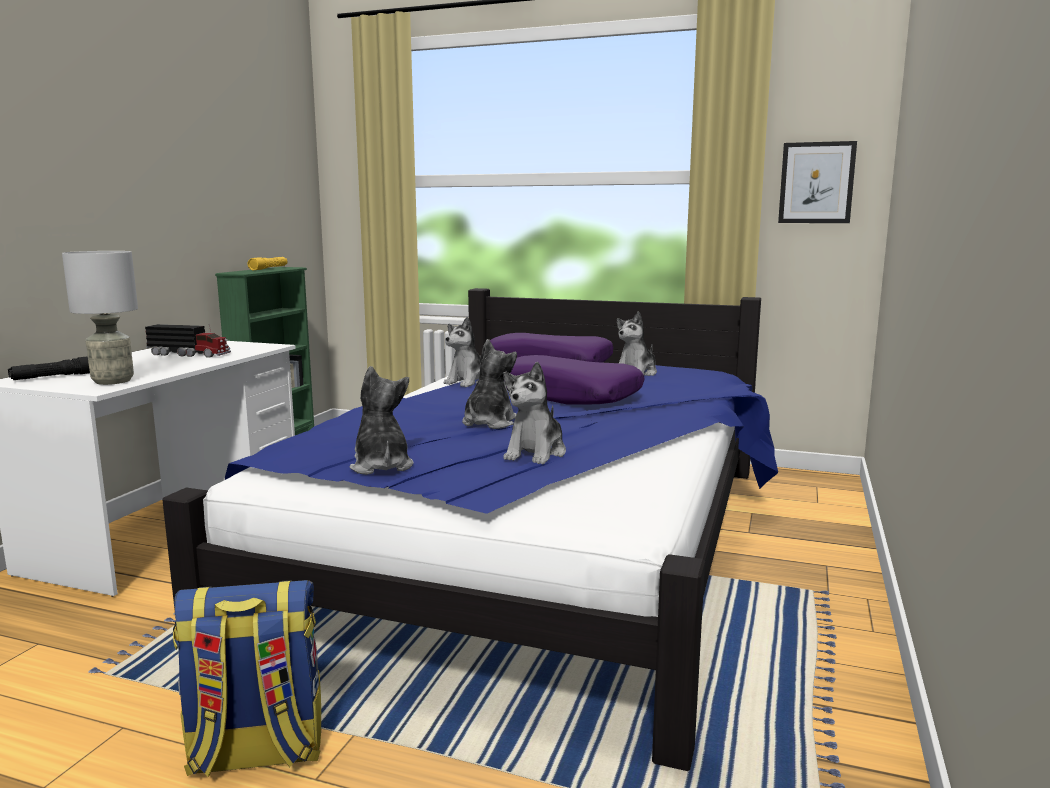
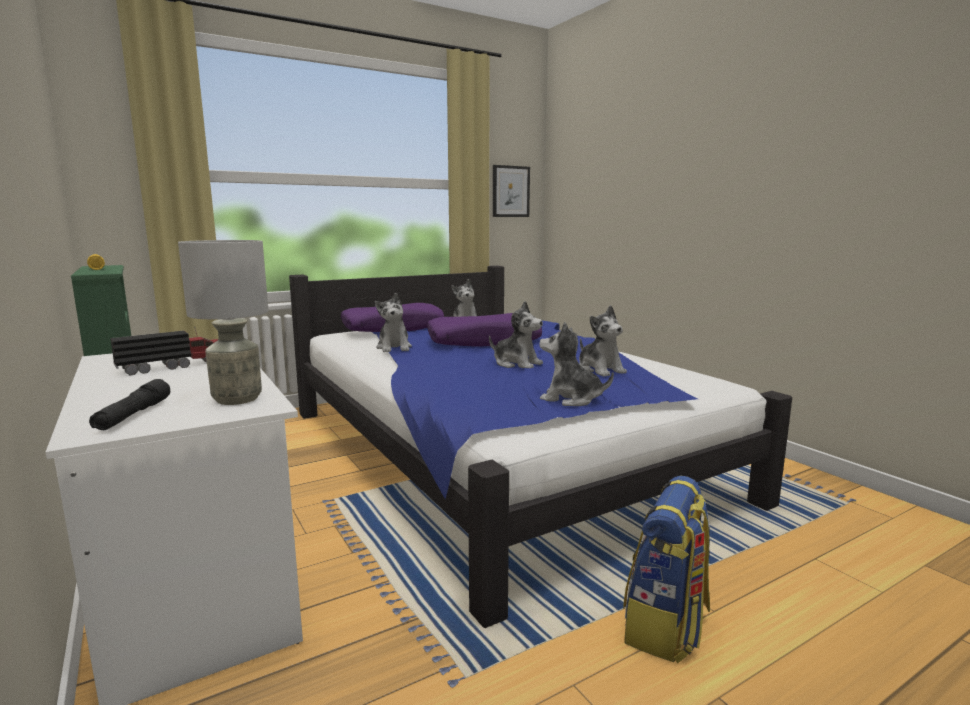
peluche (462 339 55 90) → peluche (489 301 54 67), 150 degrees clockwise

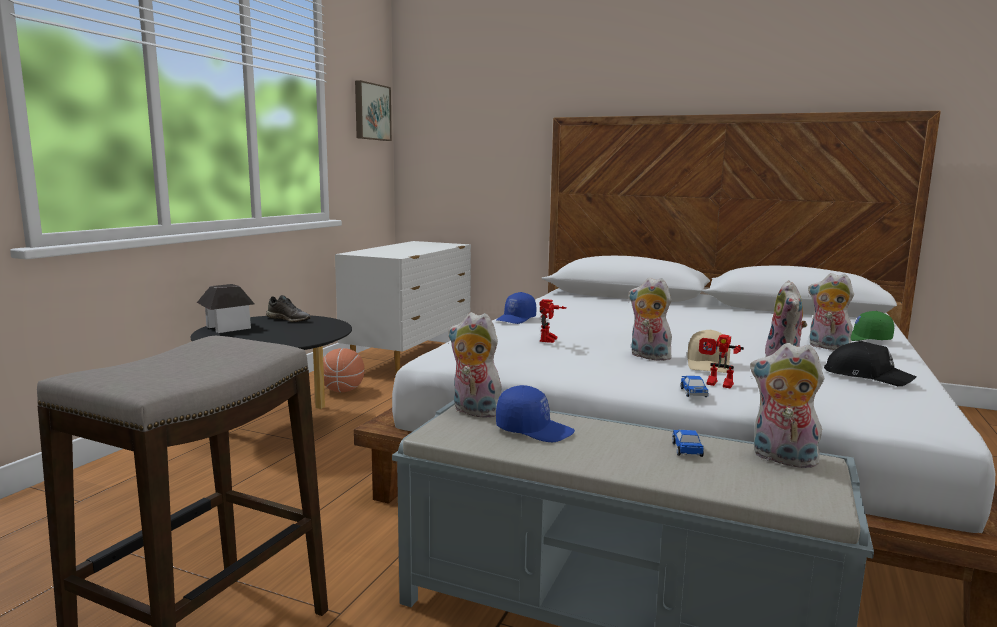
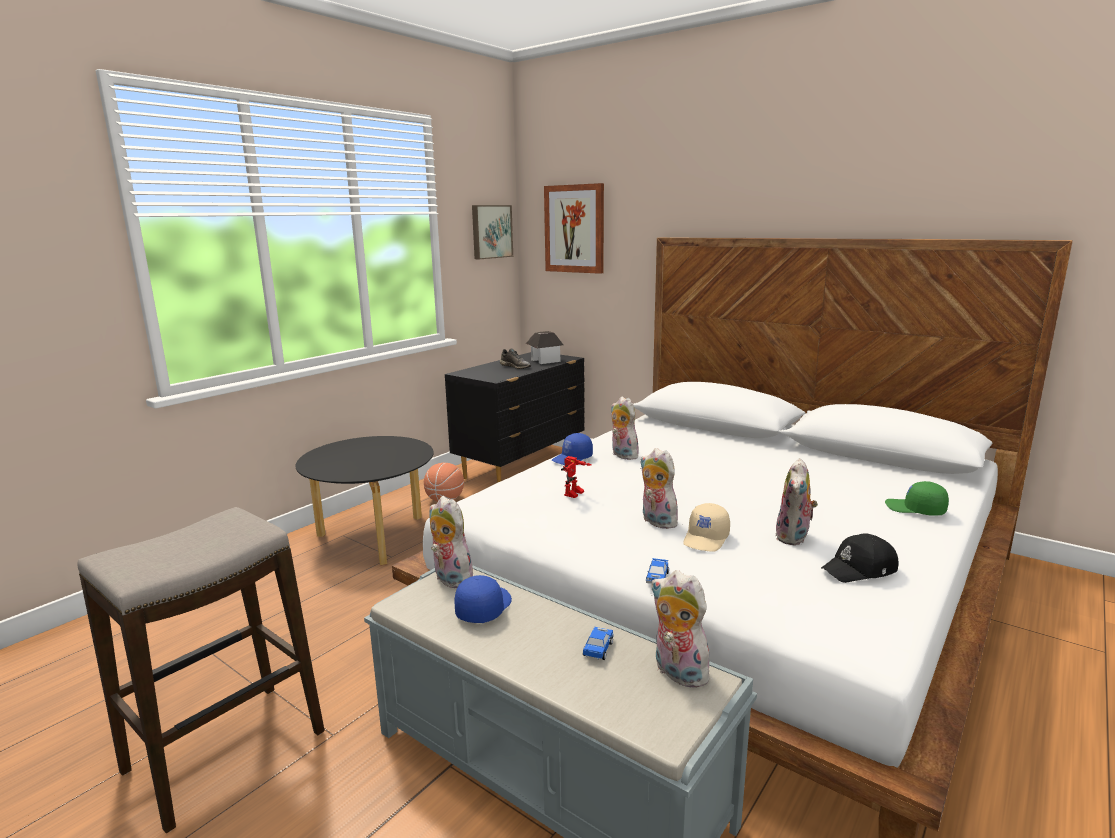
maison miniature (197 284 58 49) → maison miniature (526 331 37 33), moved
chaussure/gris (266 295 45 27) → chaussure/gris (500 349 31 20), moved
commode/blanc (335 241 136 132) → commode/noir (445 352 140 131)
casquette/bleu (496 385 79 57) → casquette/bleu (454 575 58 48), 105 degrees counterclockwise
robot jouet (699 334 45 54) → -
peluche (808 273 46 77) → peluche (611 396 28 64), moved
casquette/noir (824 341 92 45) → casquette/noir (821 533 77 50), 105 degrees clockwise
- → tableau (544 183 60 91)

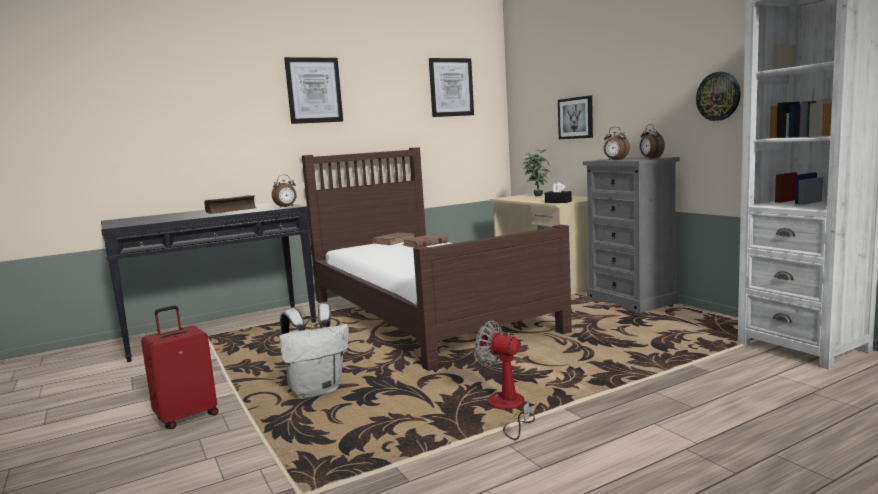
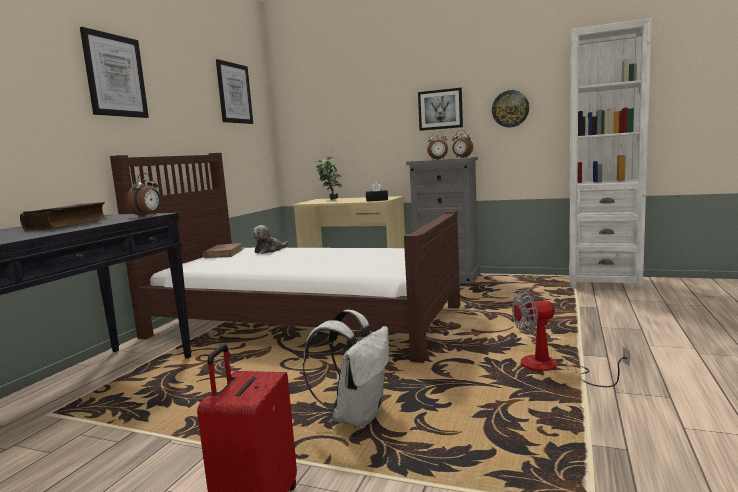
livre/marron (402 234 46 14) → peluche (252 225 37 29)
tableau (558 96 35 43) → tableau (418 88 45 43), moved

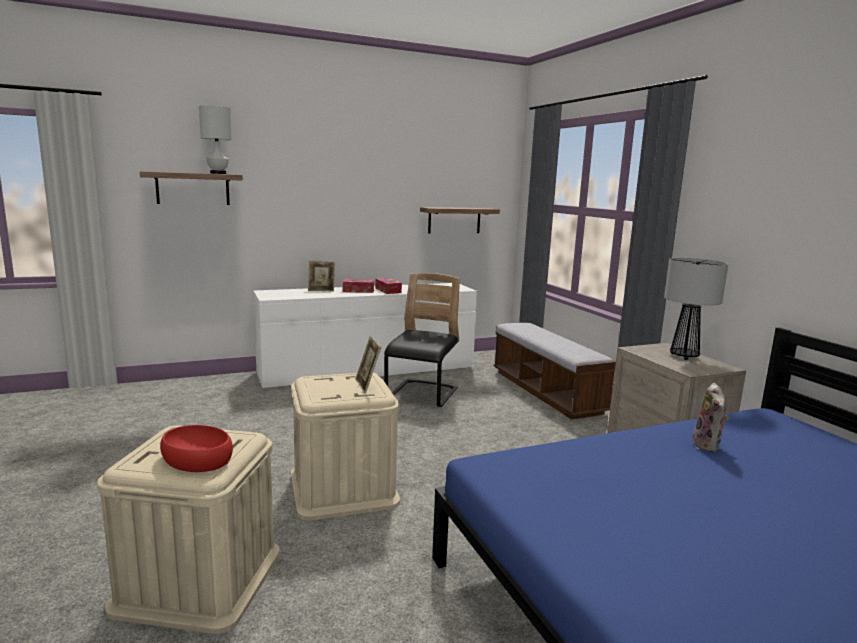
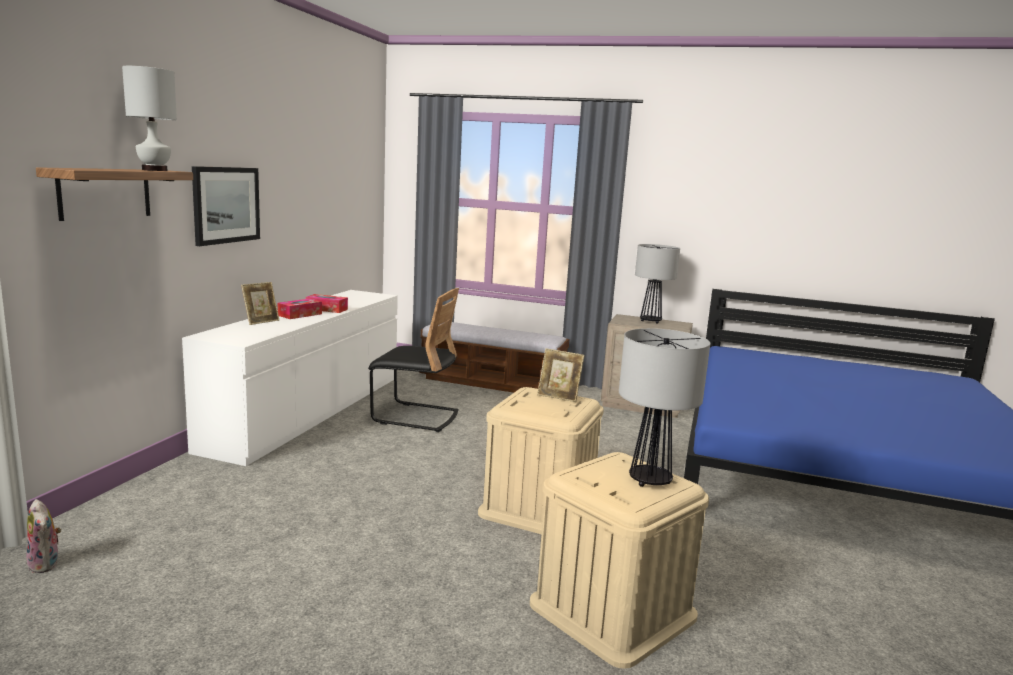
bol/rouge (160 425 73 47) → lampe de table (619 328 92 159)
chaise/noir (384 273 76 134) → chaise/noir (368 288 91 144), 135 degrees clockwise
étagère (420 207 80 26) → -
peluche (692 383 37 69) → peluche (26 499 35 74), moved
- → tableau (192 166 68 80)

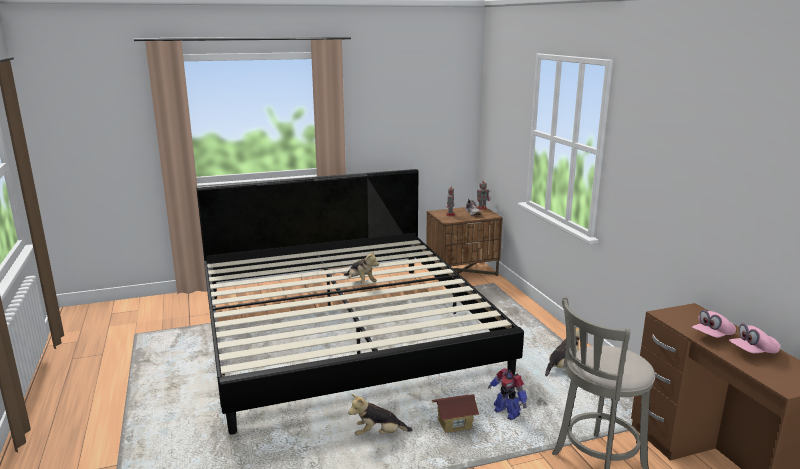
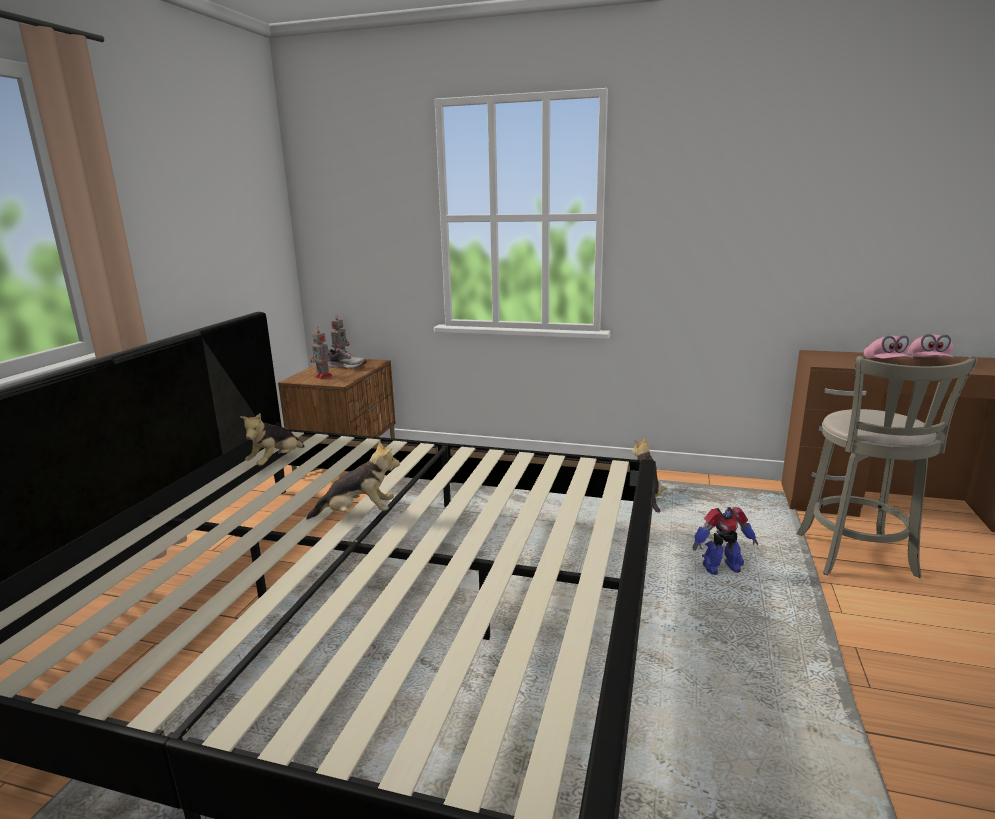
peluche (348 394 64 42) → peluche (240 413 65 53), moved
maison miniature (432 394 47 39) → -

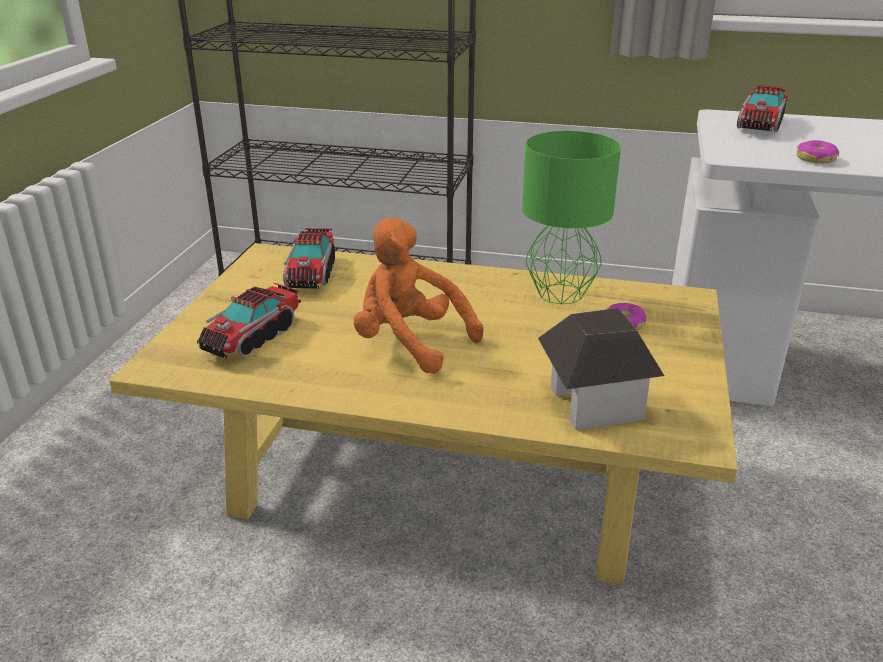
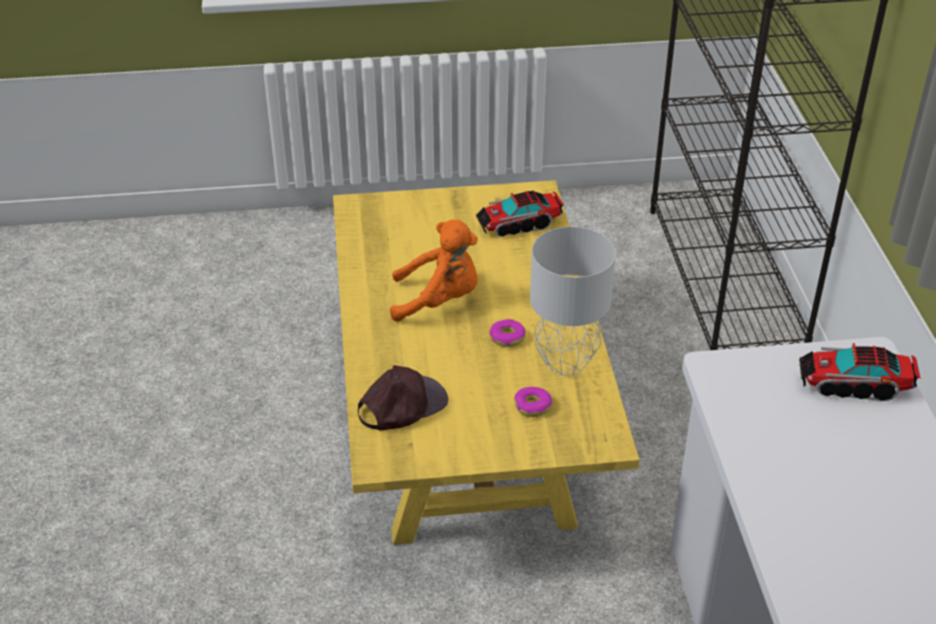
camion jouet (197 283 104 76) → -
peluche/orange (354 218 130 156) → peluche/orange (390 220 88 102), 75 degrees clockwise
lampe de table/vert (522 131 99 173) → lampe de table/gris (530 227 86 148)
maison miniature (538 308 126 122) → casquette/marron (358 365 90 65)
beignet (797 140 42 24) → beignet (489 319 37 28), moved

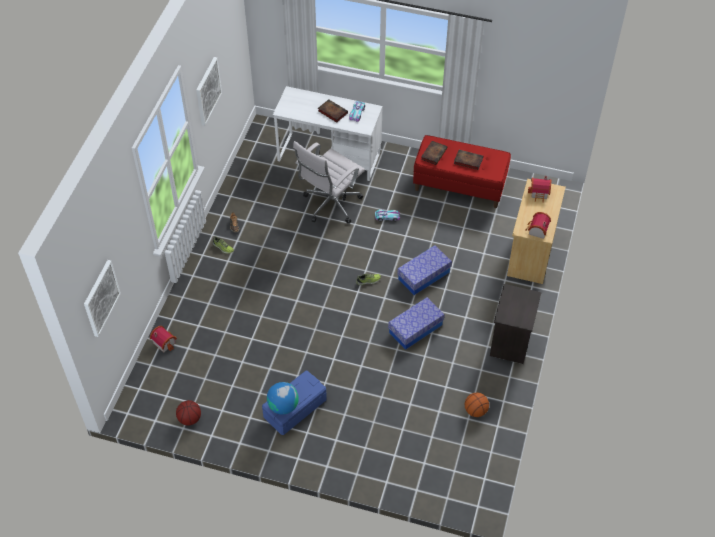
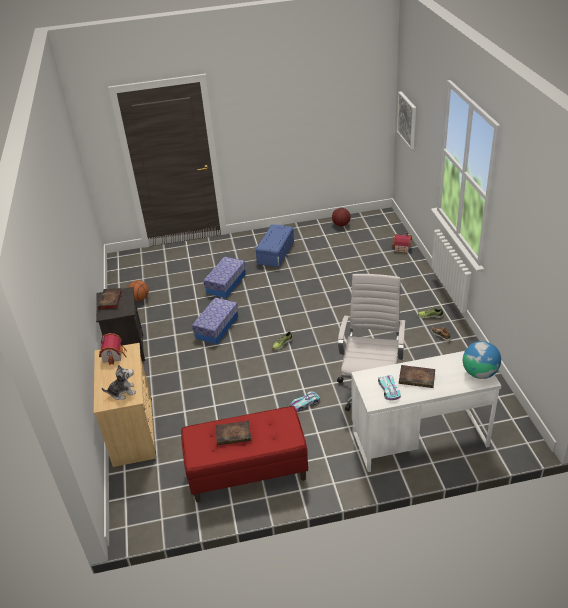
tableau (196 57 26 69) → -
globe (267 382 32 33) → globe (463 341 38 38), moved
boîte de rangement (397 245 55 50) → boîte de rangement (203 256 43 42), moved
livre (421 141 26 24) → livre (98 288 24 22), moved
maison miniature (528 176 23 26) → peluche (102 364 34 36)

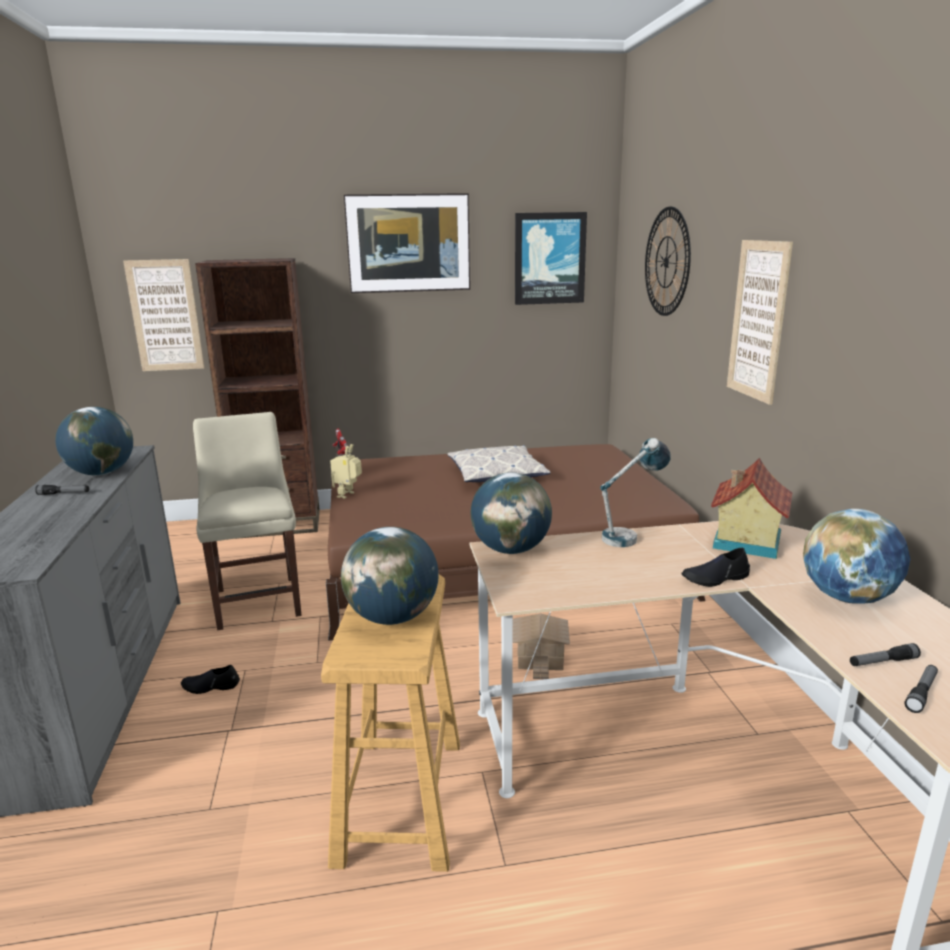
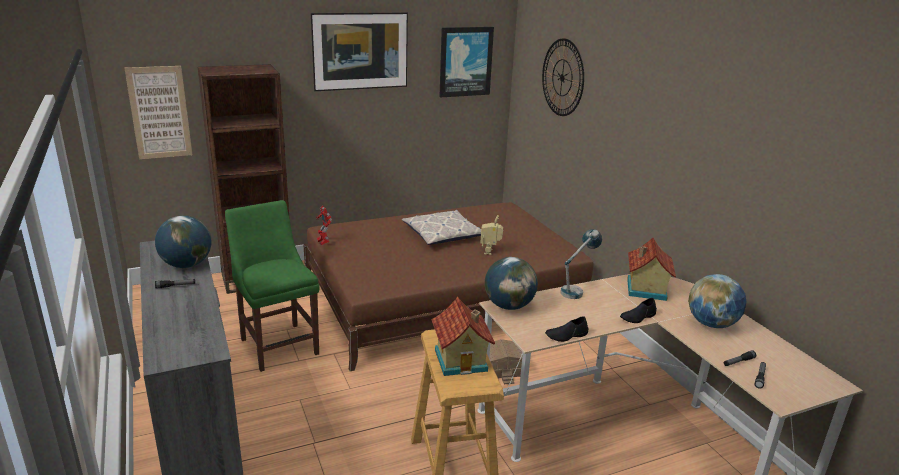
chaussure/noir (181 665 59 29) → chaussure/noir (545 316 43 26), moved
chaise/beige (193 412 109 218) → chaise/vert (225 200 95 172)
robot jouet (330 444 32 55) → robot jouet (480 215 23 40), moved
globe (341 527 97 98) → maison miniature (431 297 64 79)
tableau (727 240 66 165) → -

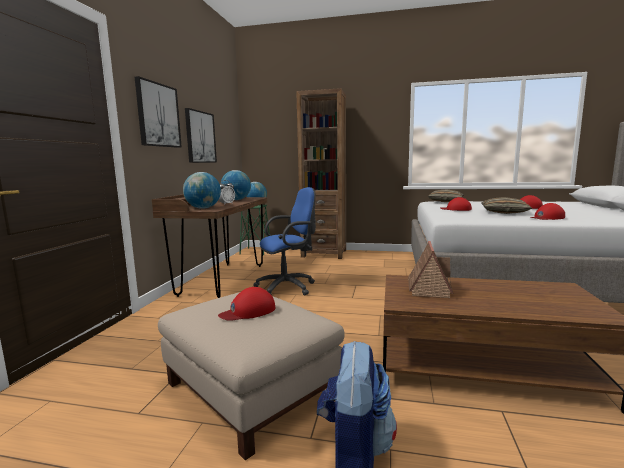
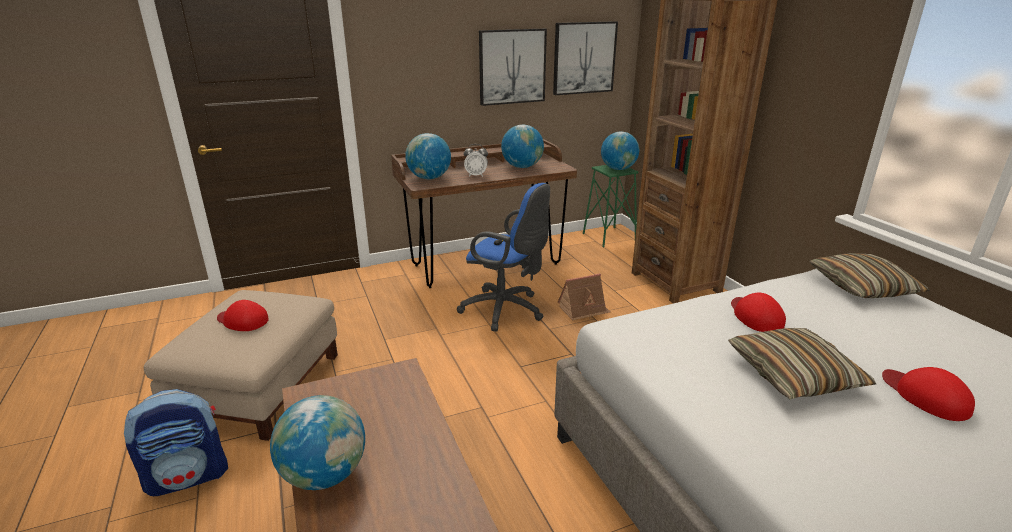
tableau (135 76 47 72) → tableau (553 21 65 74), moved
maison miniature (408 241 46 57) → maison miniature (558 273 52 47), moved
casquette/rouge (531 203 34 17) → -
- → globe (270 395 95 95)

